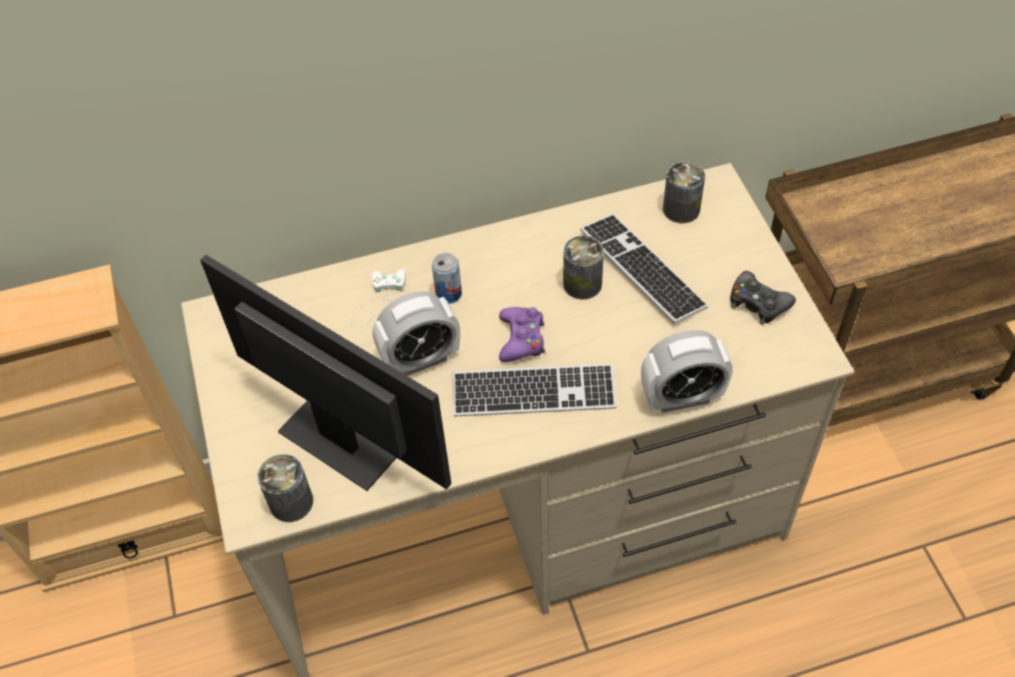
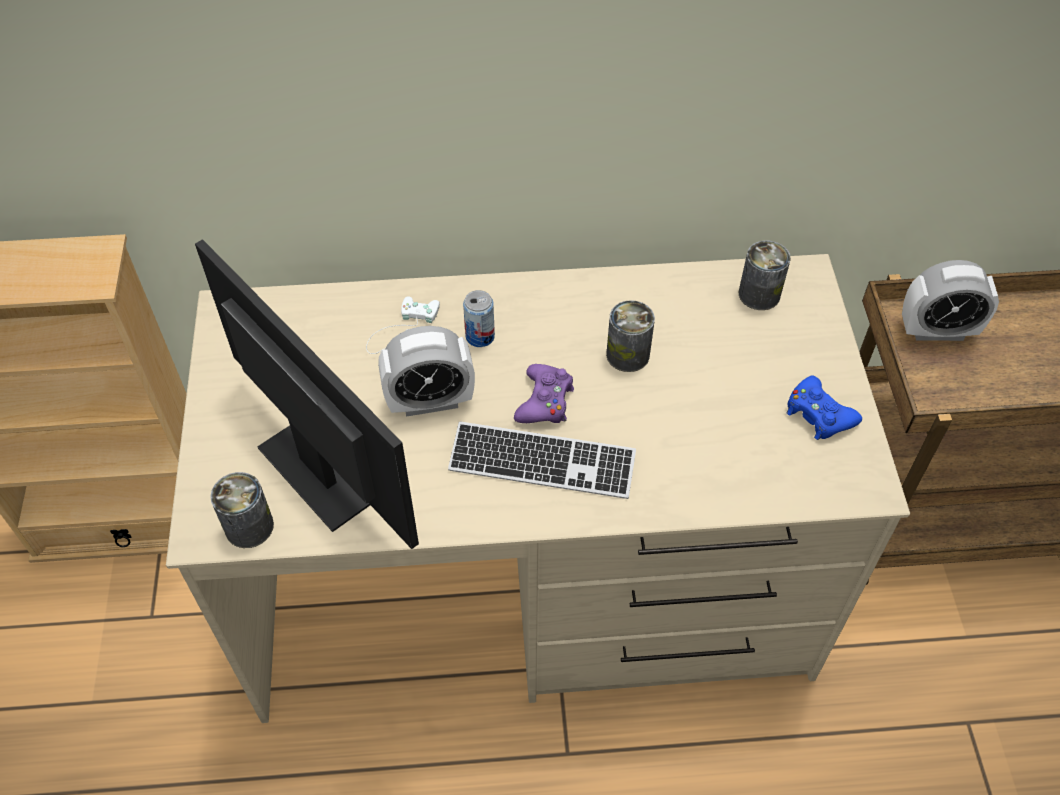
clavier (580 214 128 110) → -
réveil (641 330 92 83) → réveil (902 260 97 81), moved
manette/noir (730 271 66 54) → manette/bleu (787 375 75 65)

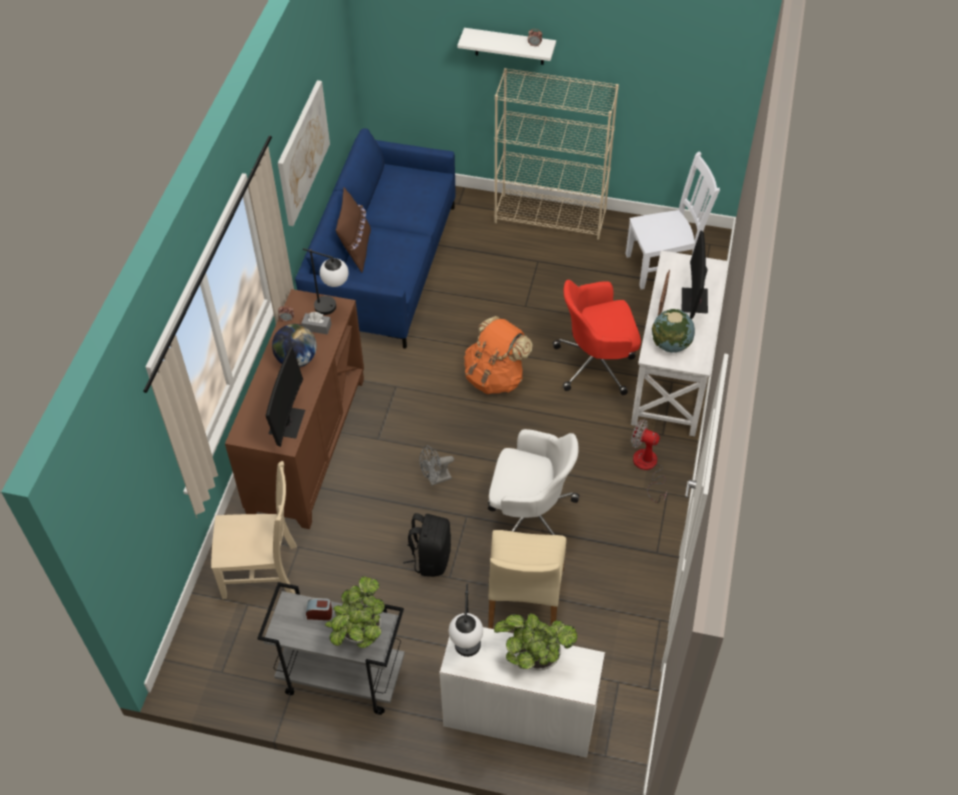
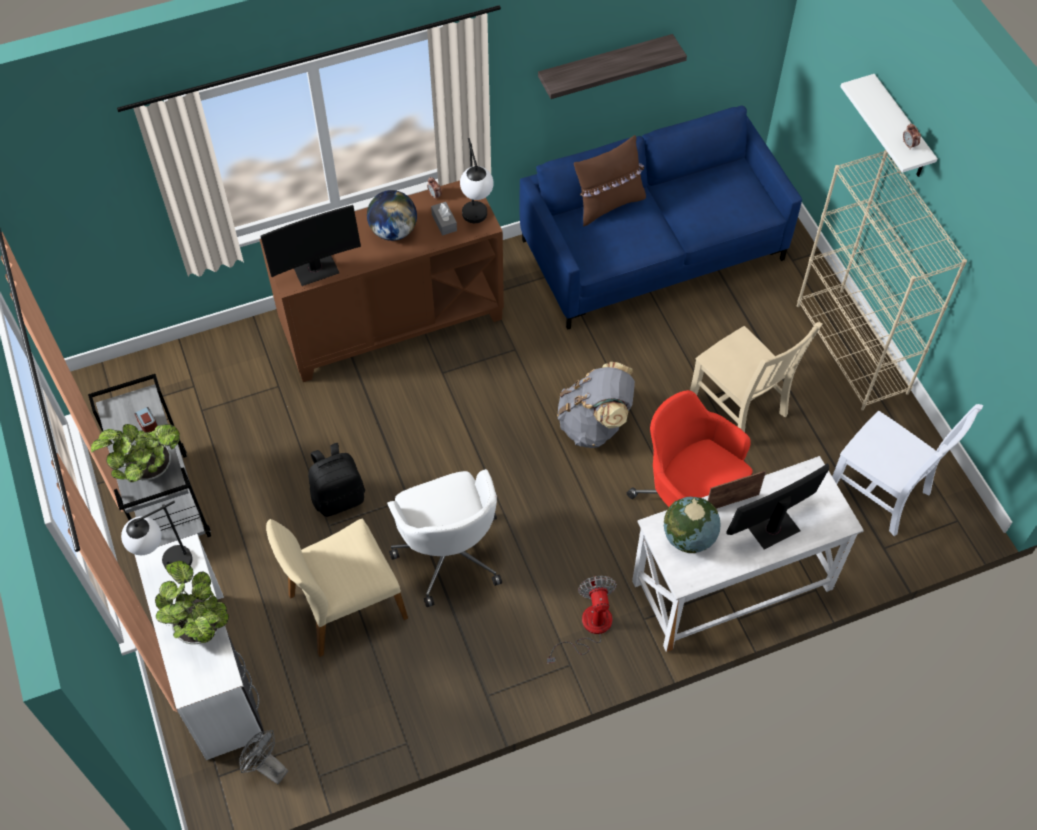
chaise/beige (211 461 86 138) → chaise/beige (690 322 133 110), moved
tableau (278 80 52 146) → étagère (538 34 149 65)
ventilateur/gris (420 445 34 41) → ventilateur/gris (239 730 49 54), moved
sac à dos/orange (464 316 69 78) → sac à dos/gris (557 362 78 86)

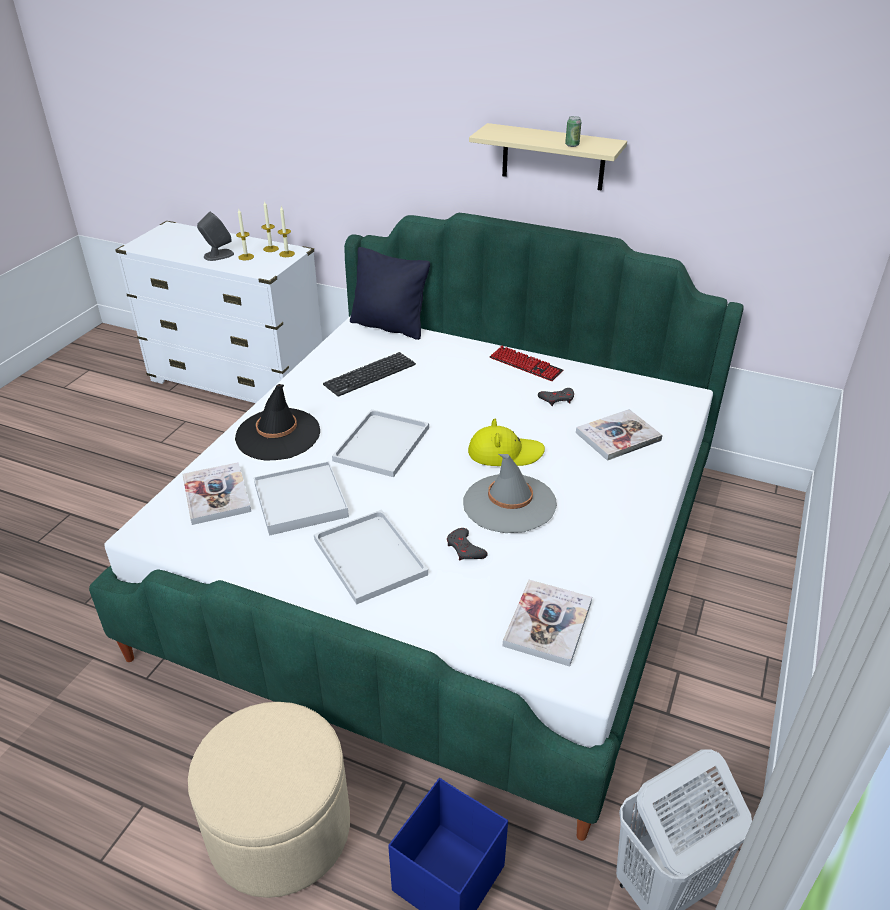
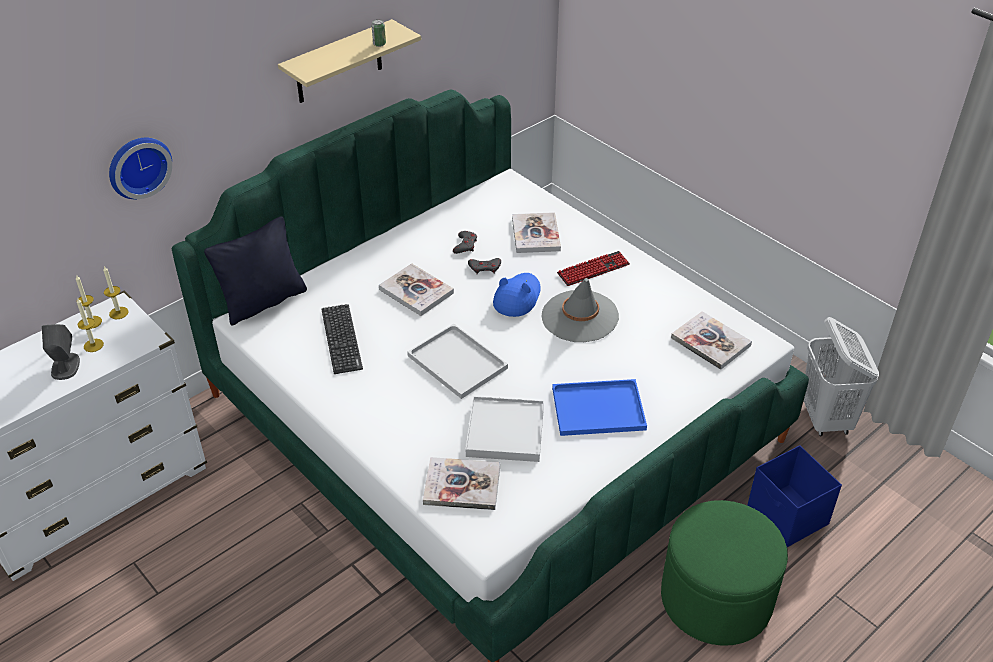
pouf/beige (188 702 162 196) → pouf/vert (661 500 127 146)
chapeau/noir (235 384 85 76) → -
plateau/blanc (314 509 114 96) → plateau/bleu (552 379 95 57)
manette/gris (447 528 41 32) → manette/gris (468 258 33 17), moved
chapeau/jaune (468 419 77 47) → chapeau/bleu (493 273 48 44)
clavier (490 346 73 35) → clavier (557 251 73 35), moved
- → horloge murale (109 138 63 61)
- → livre (379 263 75 53)

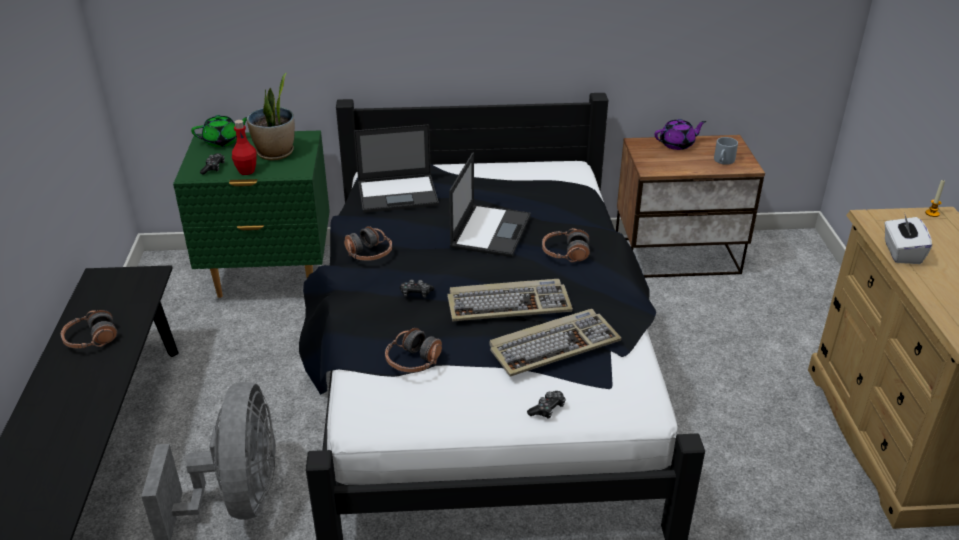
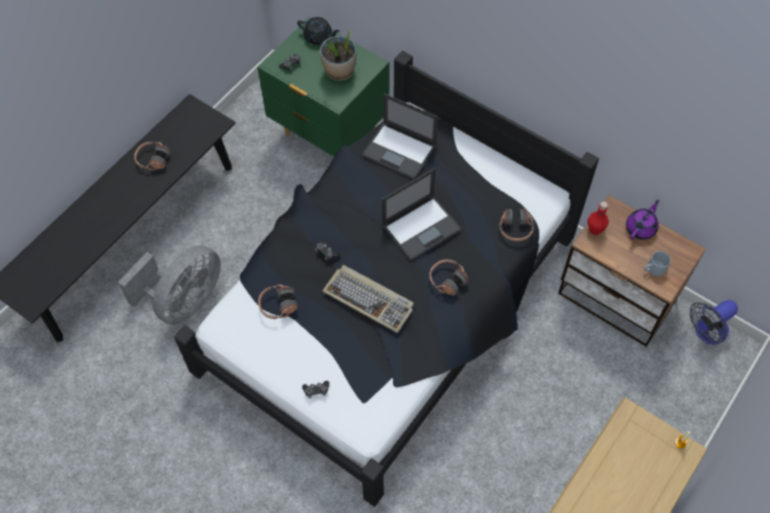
théière/vert (191 115 56 32) → théière/noir (297 17 43 28)
bouteille/rouge (232 120 25 55) → bouteille/rouge (588 201 21 34), moved
casque audio (344 226 48 35) → casque audio (499 208 35 33), moved
clavier (489 309 133 68) → -
théière/violet (655 119 51 31) → théière/violet (626 200 33 40), 75 degrees counterclockwise
boîte à mouchoirs/blanc (885 216 47 48) → -
- → ventilateur (690 300 48 44)

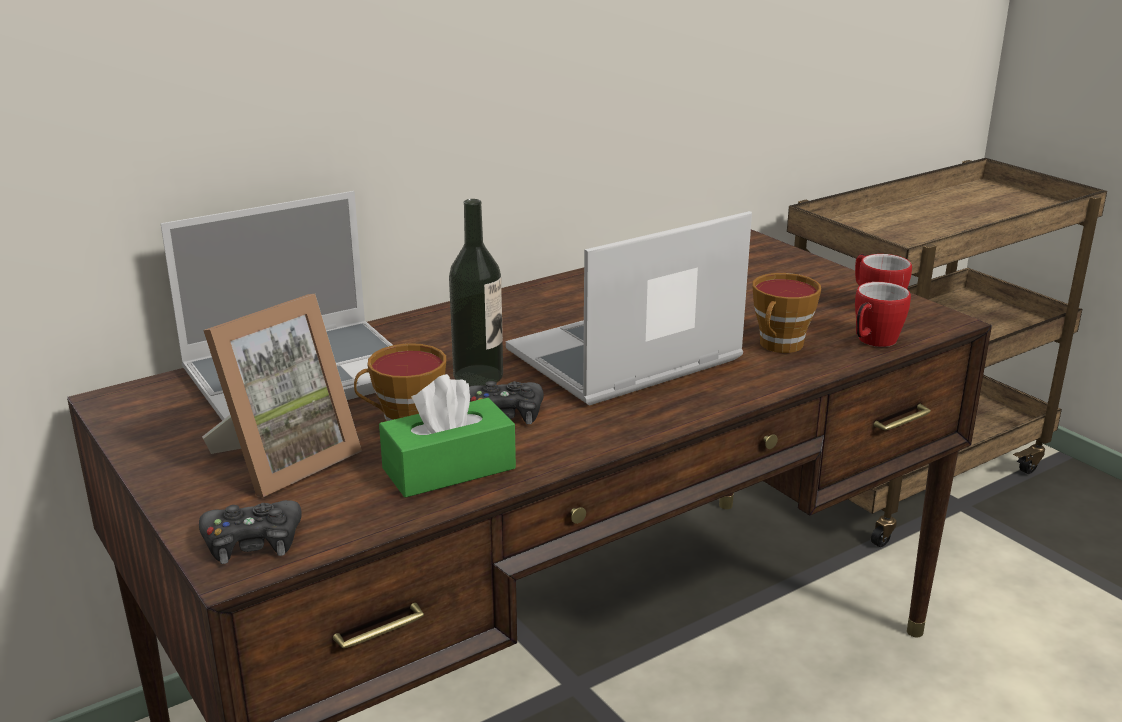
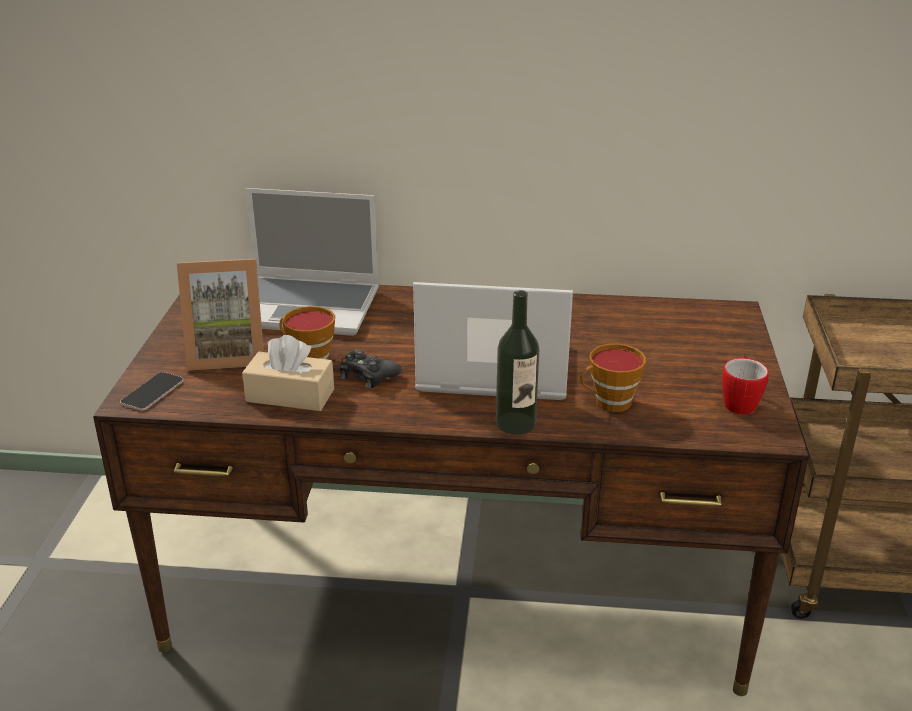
manette/noir (199 500 103 64) → téléphone (120 372 64 39)
boîte à mouchoirs/vert (379 374 137 124) → boîte à mouchoirs/beige (242 335 92 76)
bouteille (449 199 54 187) → bouteille (496 290 43 145), moved
mug (855 282 56 65) → -

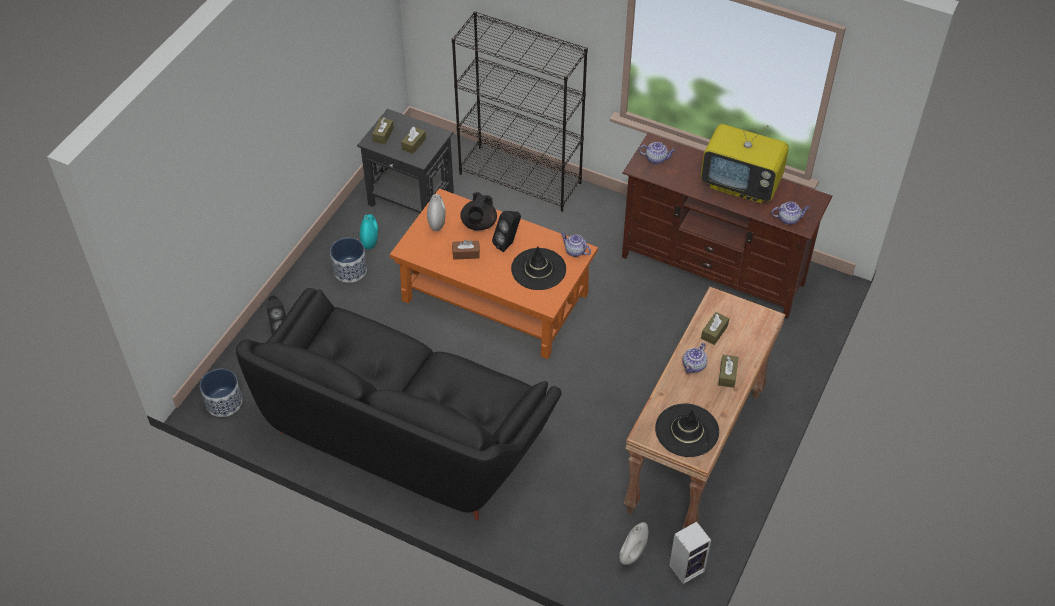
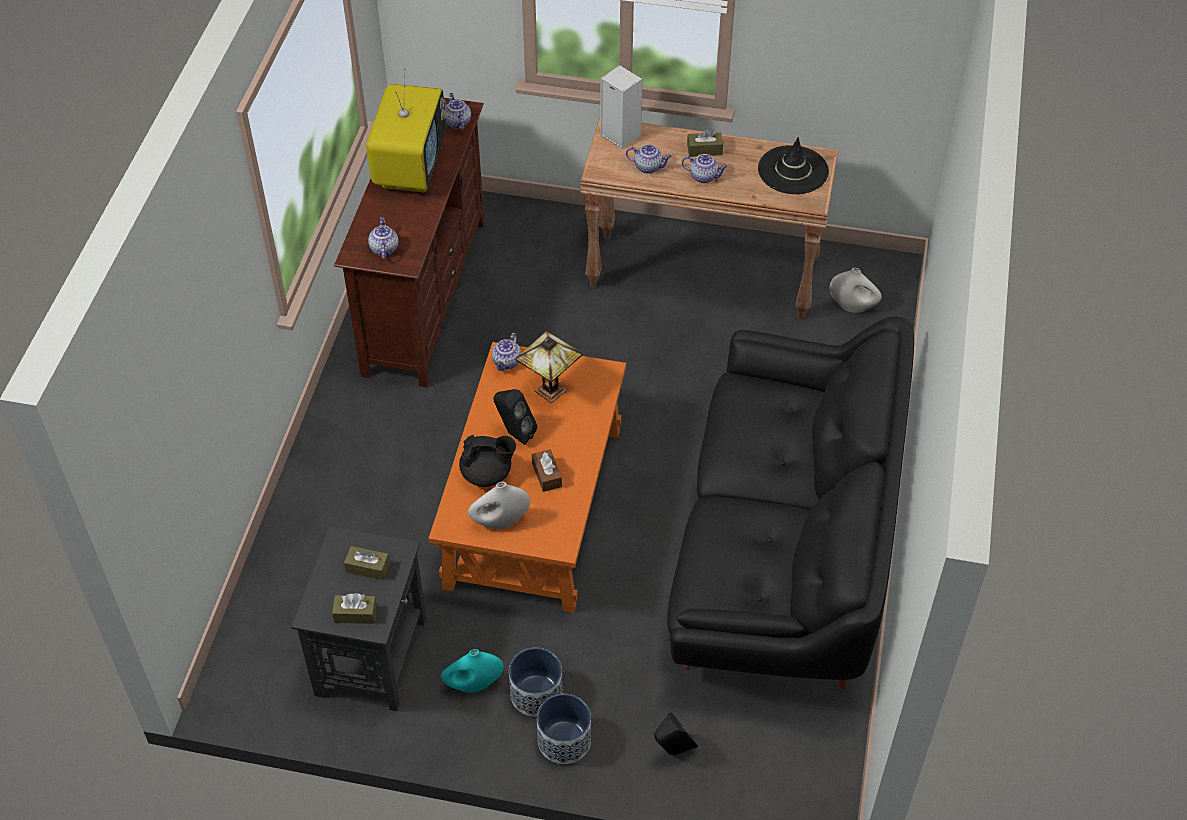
cache-pot (200 369 42 48) → cache-pot (537 694 54 70), moved
bibliothèque/noir (452 11 136 201) → -
chapeau/noir (511 246 55 44) → lampe de table (515 331 68 72)
enceinte (669 522 42 62) → enceinte (600 65 42 84), moved
boîte à mouchoirs/marron (701 312 28 33) → théière (626 144 46 30)

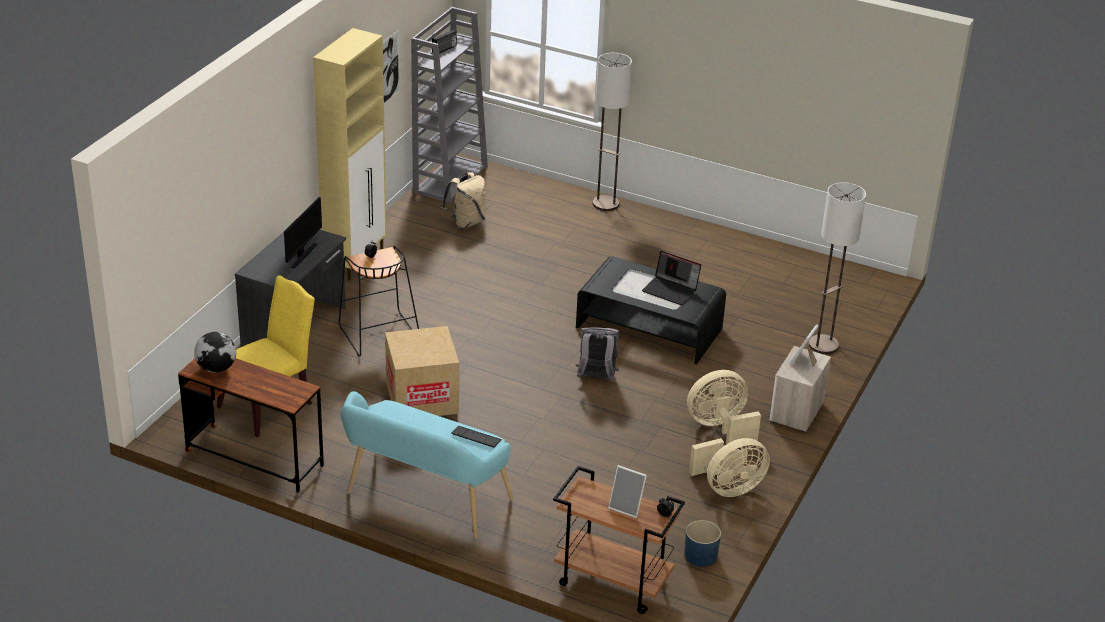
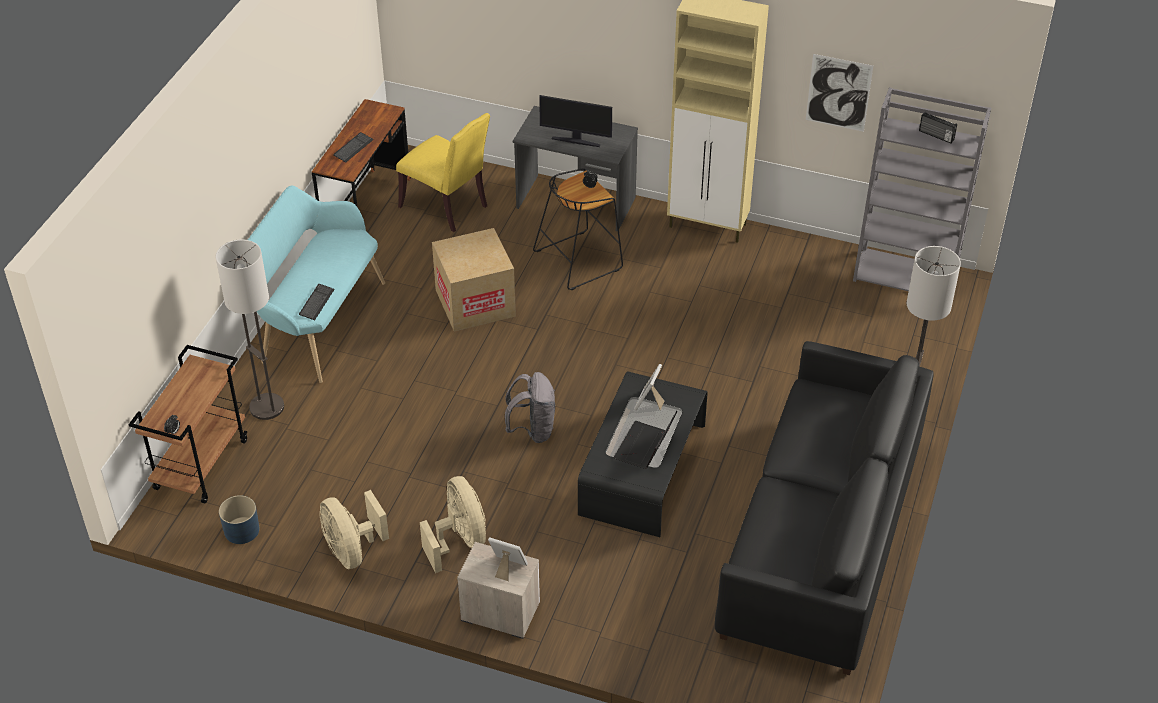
globe (194 332 42 41) → -
sac à dos/beige (441 172 44 57) → -
cadre photo (608 465 39 53) → cadre photo (634 364 30 46), moved
lampadaire (809 182 57 172) → lampadaire (216 239 68 181), moved
- → clavier (333 132 40 31)
- → canapé/noir (715 341 219 334)

